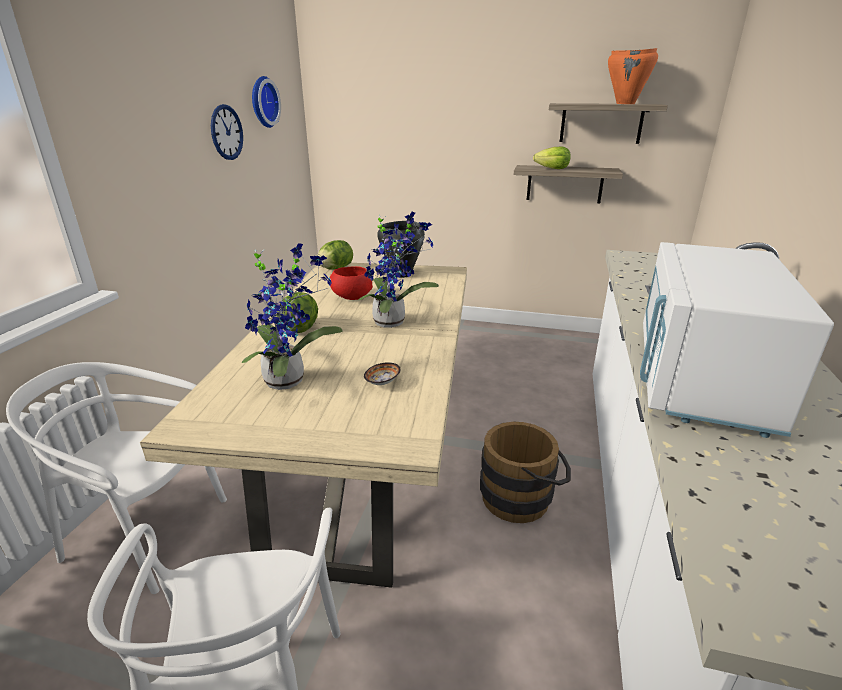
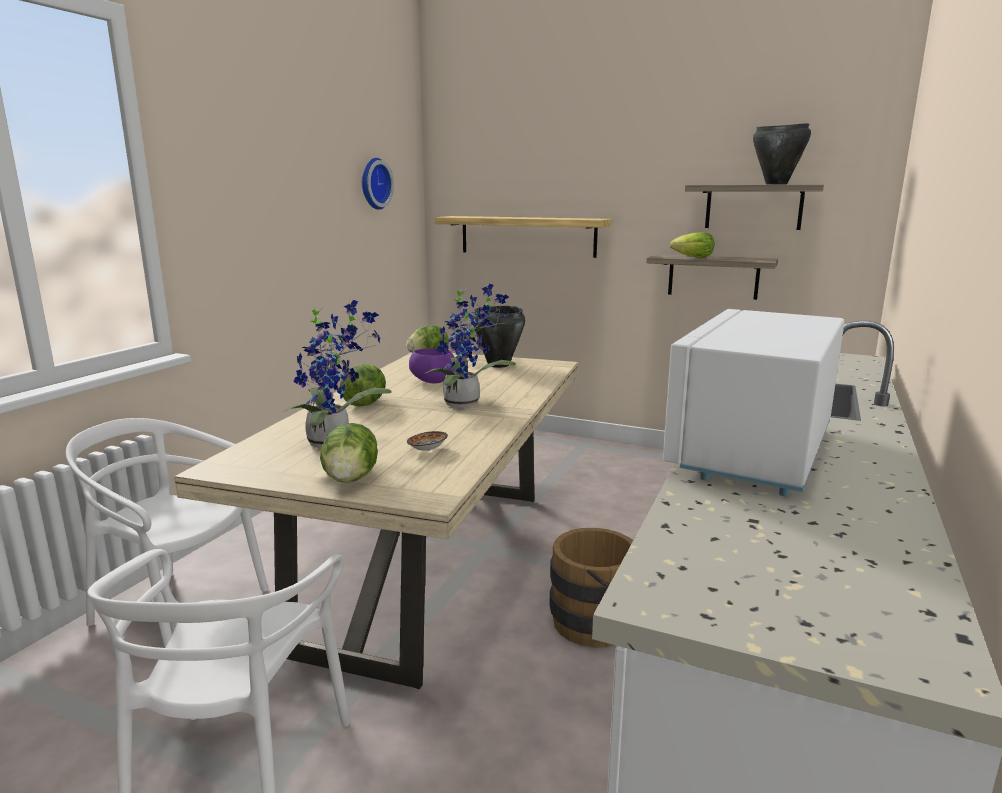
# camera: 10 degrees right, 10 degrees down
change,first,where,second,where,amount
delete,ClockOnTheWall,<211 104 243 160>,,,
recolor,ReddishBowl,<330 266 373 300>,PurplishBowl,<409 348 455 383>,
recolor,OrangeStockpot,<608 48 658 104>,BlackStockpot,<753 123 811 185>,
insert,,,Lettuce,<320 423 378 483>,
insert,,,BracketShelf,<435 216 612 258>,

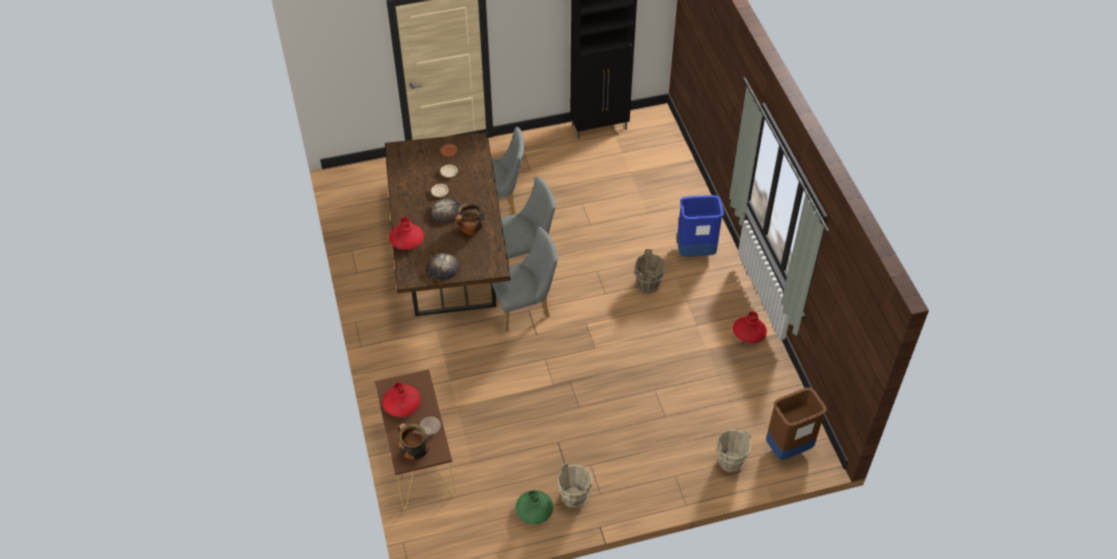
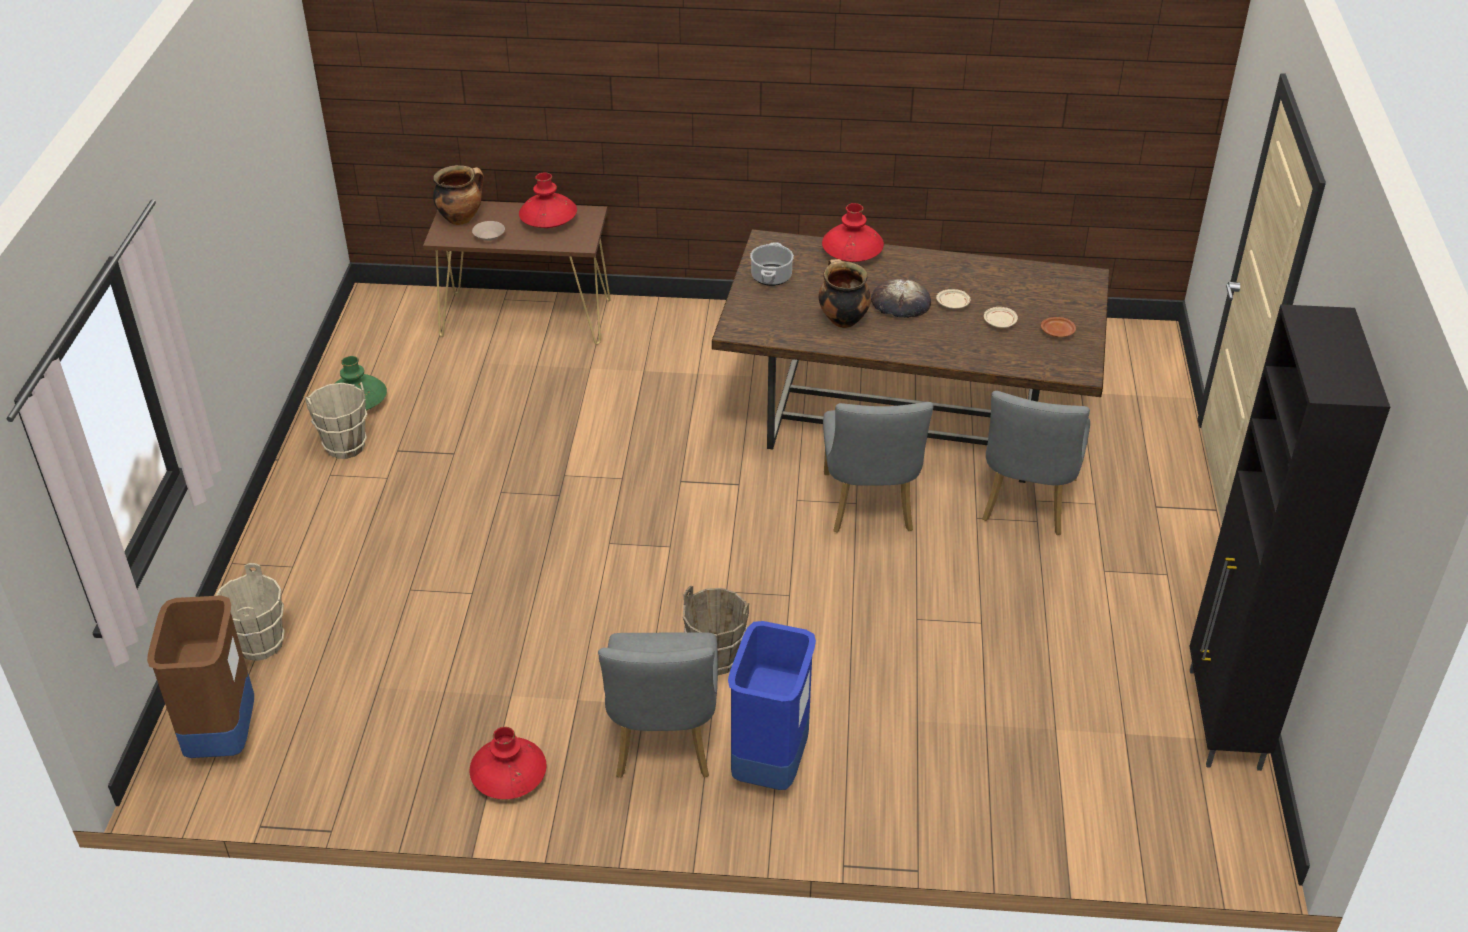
# camera: 110 degrees right, 10 degrees down
change,first,where,second,where,amount
replace,Bread,<426 253 459 280>,Stockpot,<750 242 794 286>,
move,GreyishUprightChair,<491 227 558 332>,,<598 632 718 778>,

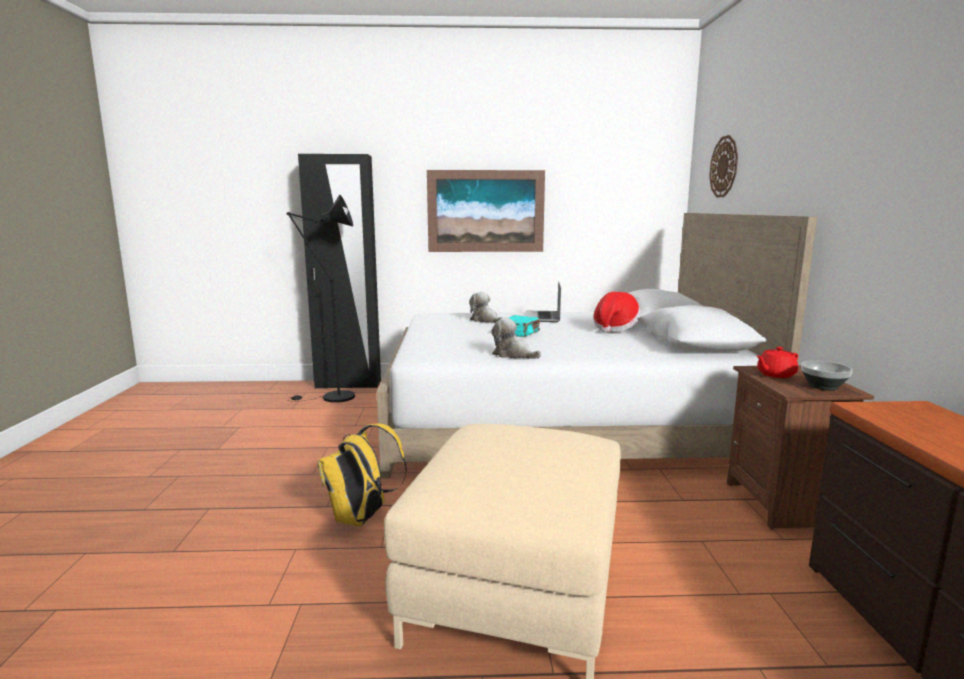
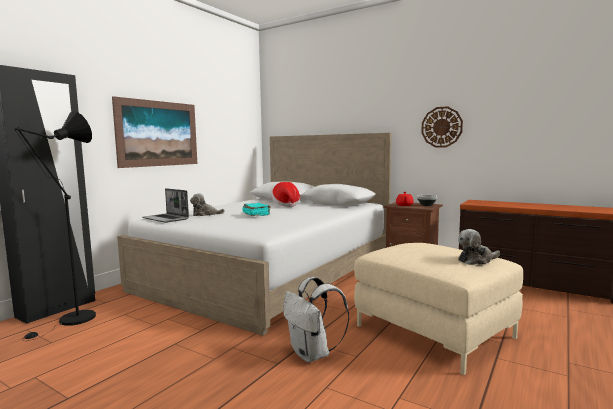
# camera: 55 degrees left, 5 degrees down
change,first,where,second,where,amount
recolor,YellowColouredBackpack,<317 423 407 527>,WhitishBackpack,<283 277 349 363>,
move,CuddlyToy,<491 318 541 359>,,<458 229 500 265>,
move,Laptop,<525 281 561 322>,,<142 188 189 223>,
move,ClockOnTheWall,<709 135 738 197>,,<421 106 463 148>,

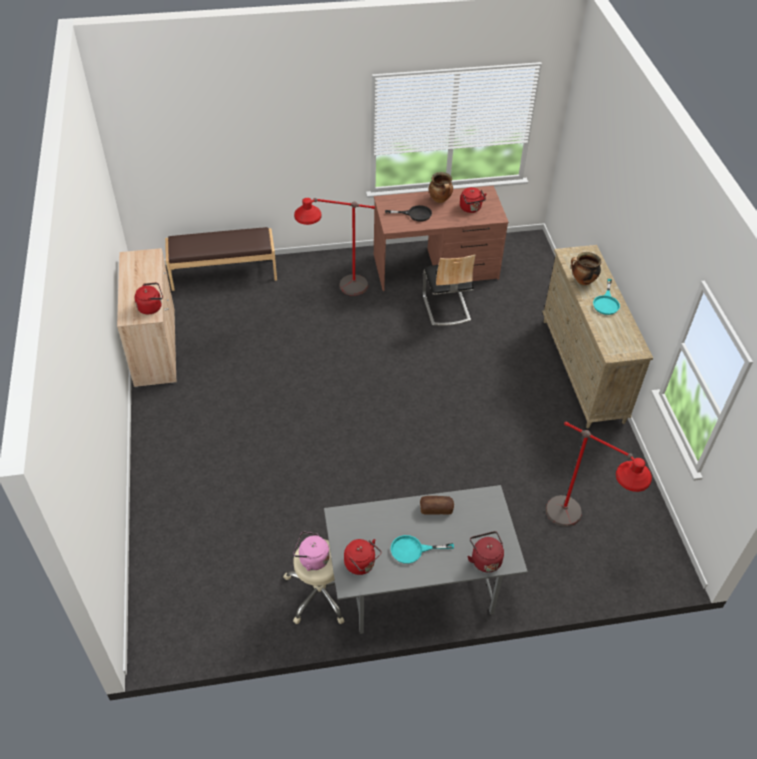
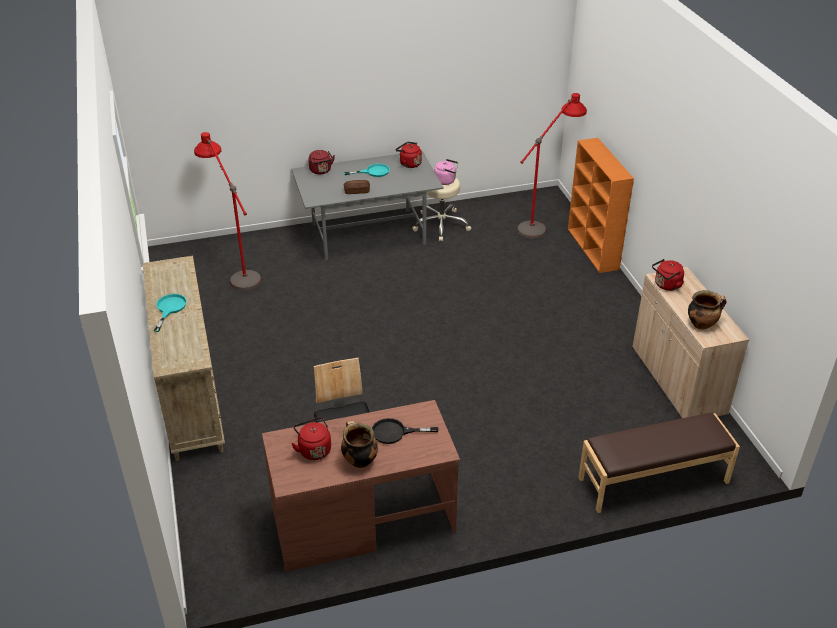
# camera: 175 degrees right, 10 degrees down
change,first,where,second,where,amount
move,ReddishStandingLamp,<294 198 375 296>,,<517 93 587 238>,
move,Stockpot,<571 252 601 285>,,<688 290 727 330>,
insert,,,OrangeBookcase,<568 138 634 273>,

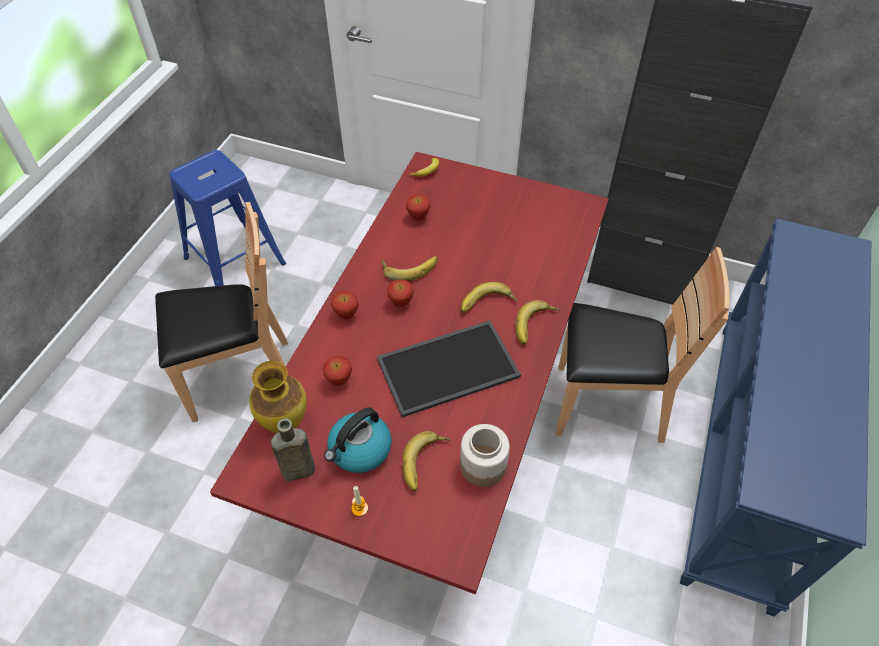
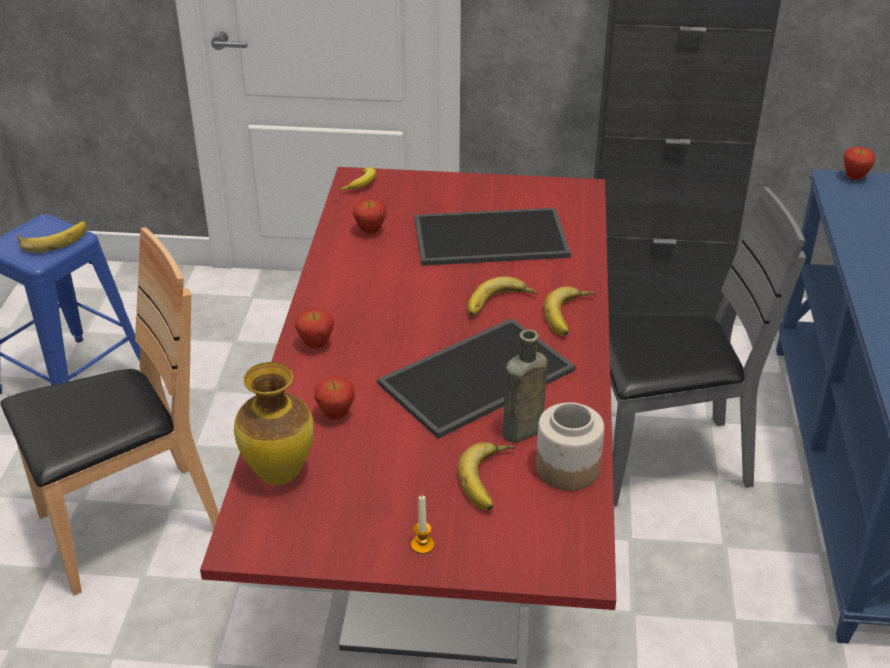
# camera: 15 degrees left, 15 degrees down
change,first,where,second,where,amount
move,BrownBottle,<271 418 315 481>,,<502 329 548 443>,
delete,WaterKettle,<324 408 392 473>,,,
move,Banana,<382 256 437 281>,,<17 221 87 253>,
move,AppleFruit,<387 280 414 307>,,<844 147 875 180>,
recolor,BrownUprightChair,<556 247 729 443>,GreyishUprightChair,<609 187 806 506>,
insert,,,ServingTray,<414 208 571 266>,

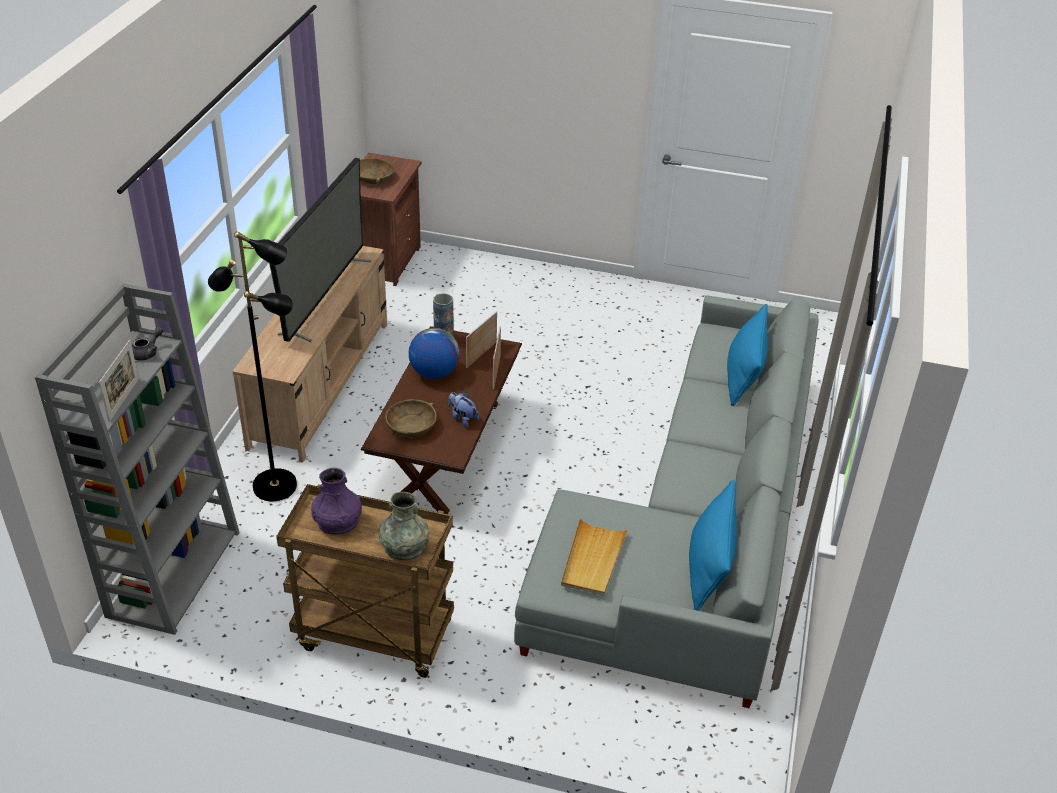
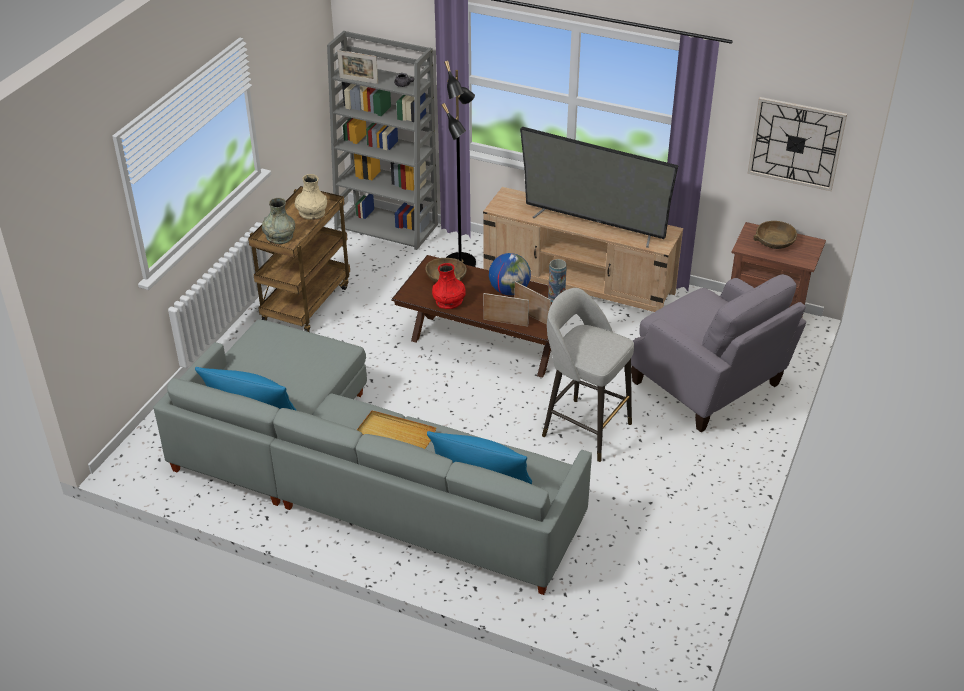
# camera: 100 degrees right, 0 degrees up
change,first,where,second,where,amount
recolor,PurplishDecorativeVase,<311 468 362 535>,BeigeDecorativeVase,<295 174 327 220>,
replace,CuddlyToy,<449 392 479 428>,ReddishDecorativeVase,<432 263 466 309>,
move,BeigeServingTray,<561 518 628 596>,,<357 410 436 449>,
insert,,,GreyishSittingStool,<542 288 634 462>,
insert,,,GreyishLoungeChair,<631 274 806 432>,
insert,,,ClockOnTheWall,<747 97 847 191>,

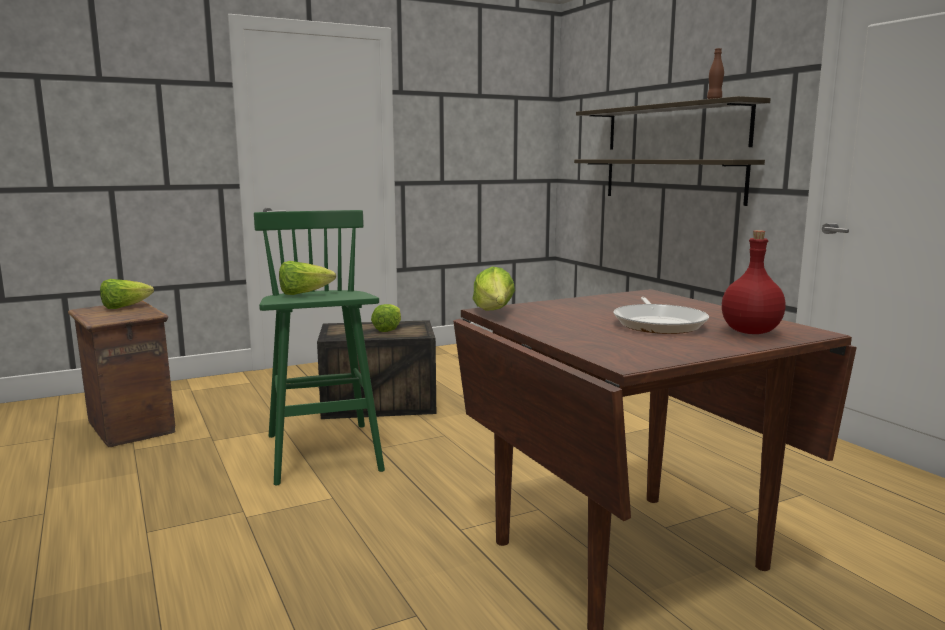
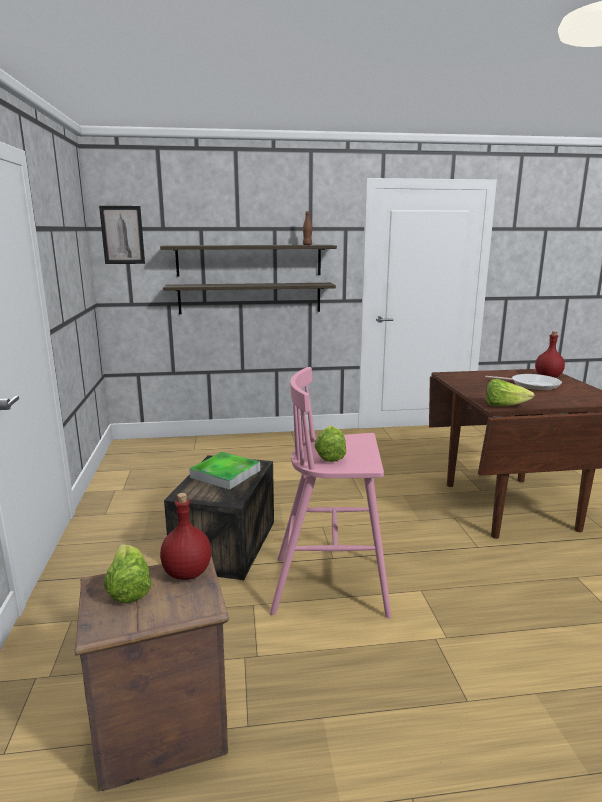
# camera: 70 degrees left, 5 degrees up
change,first,where,second,where,amount
recolor,GreenColouredSittingStool,<254 210 385 485>,PinkSittingStool,<270 367 391 618>,
replace,Lettuce,<371 304 401 332>,ServingTray,<189 452 260 490>,
insert,,,Picture,<99 206 145 264>,
insert,,,ReddishBottle,<160 493 211 580>,

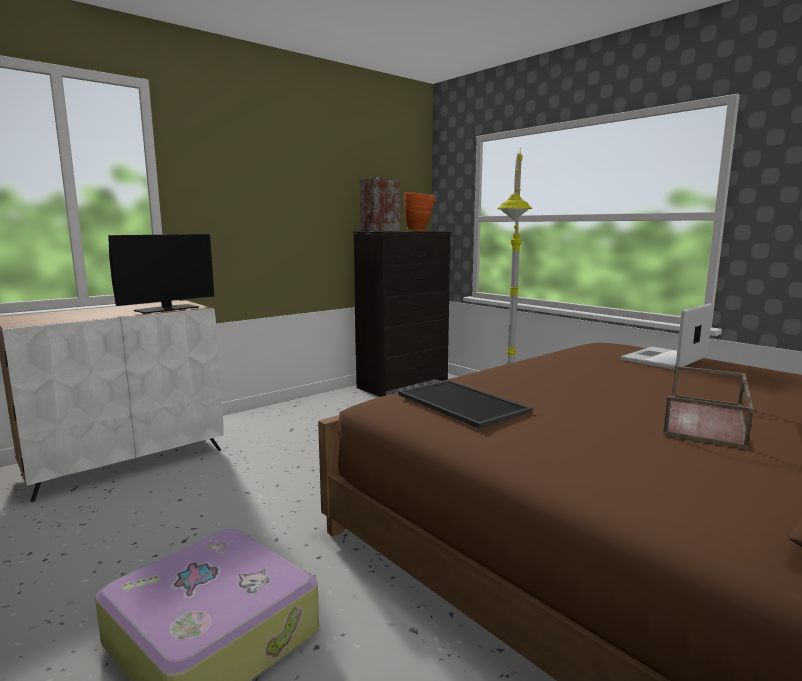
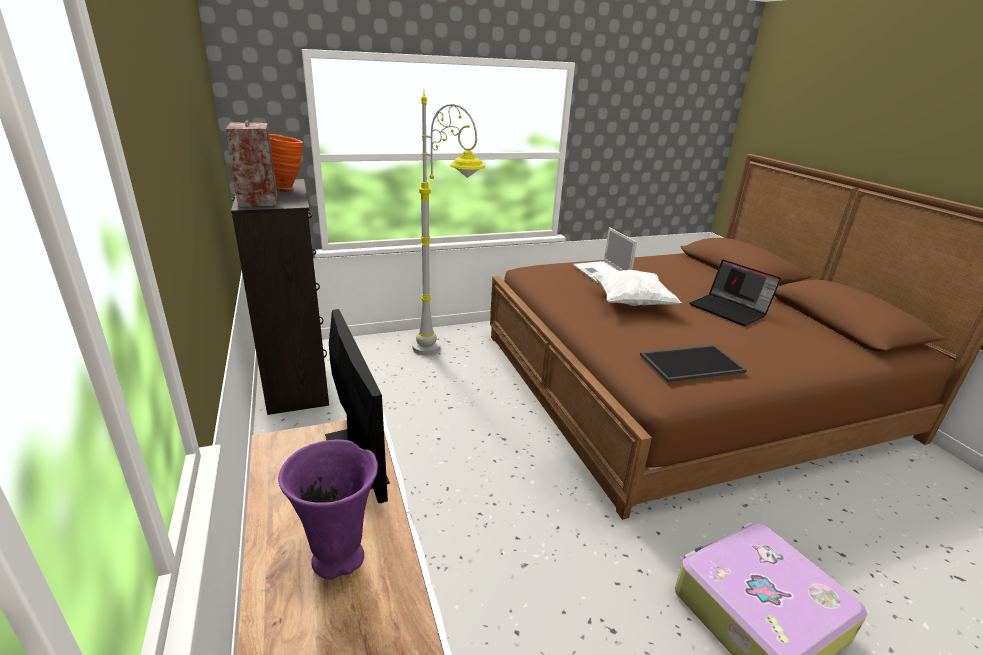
# camera: 70 degrees left, 15 degrees up
change,first,where,second,where,amount
replace,BrownServingTray,<663 366 753 450>,Laptop,<690 260 781 326>,
insert,,,PurplishDecorativeVase,<278 440 378 580>,
insert,,,WhitishThrowPillow,<591 270 682 306>,

